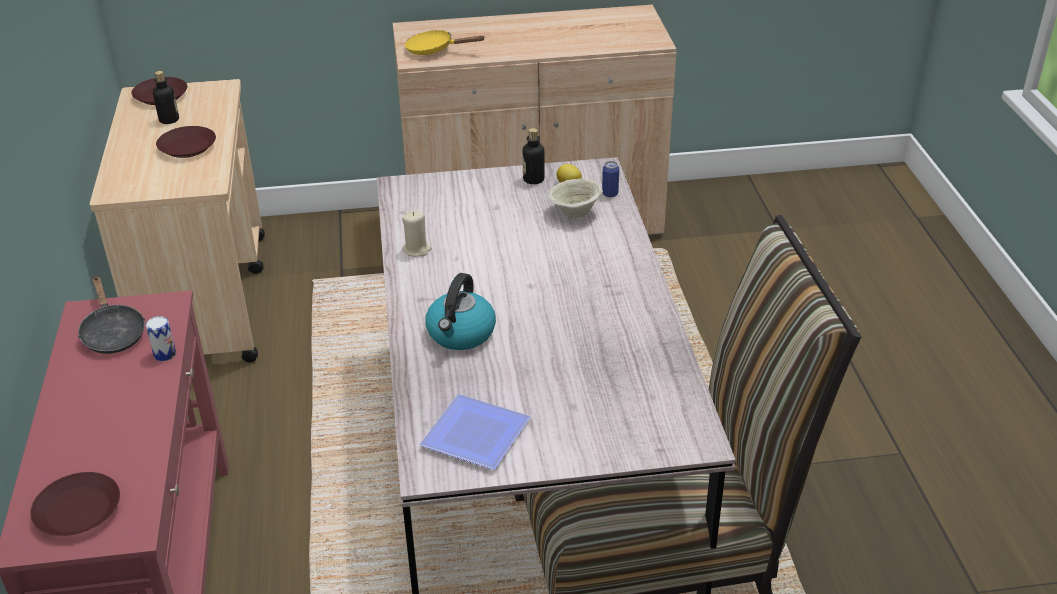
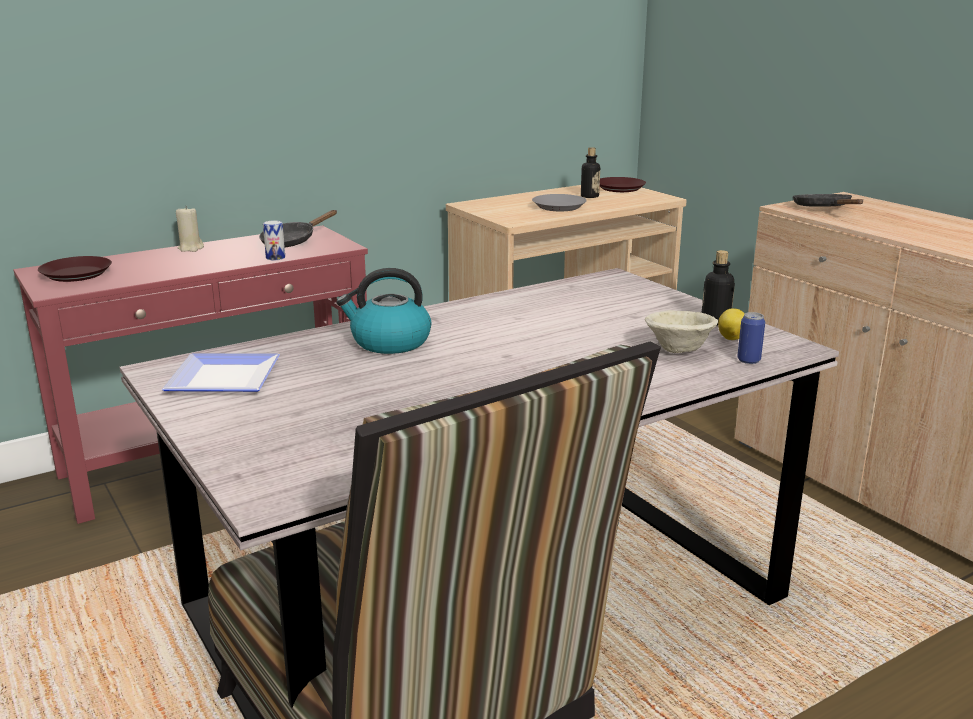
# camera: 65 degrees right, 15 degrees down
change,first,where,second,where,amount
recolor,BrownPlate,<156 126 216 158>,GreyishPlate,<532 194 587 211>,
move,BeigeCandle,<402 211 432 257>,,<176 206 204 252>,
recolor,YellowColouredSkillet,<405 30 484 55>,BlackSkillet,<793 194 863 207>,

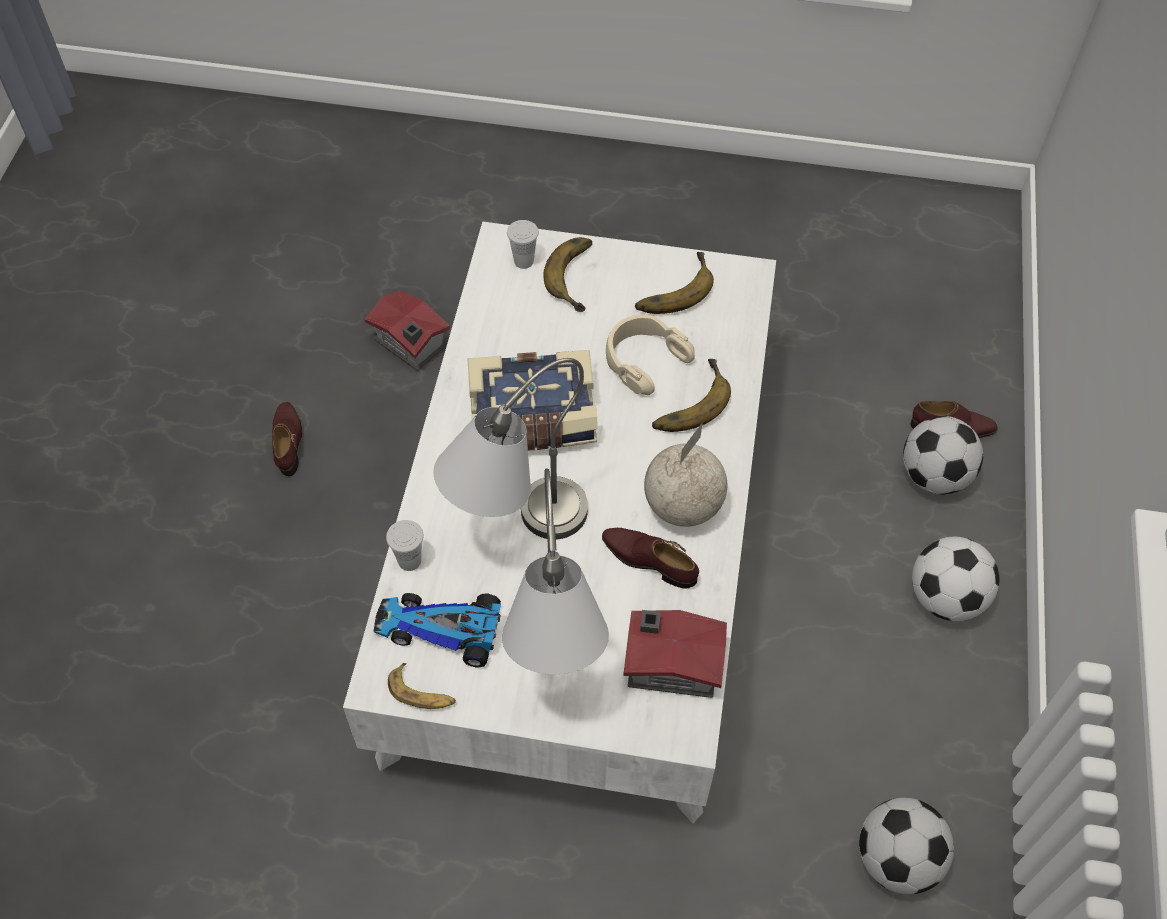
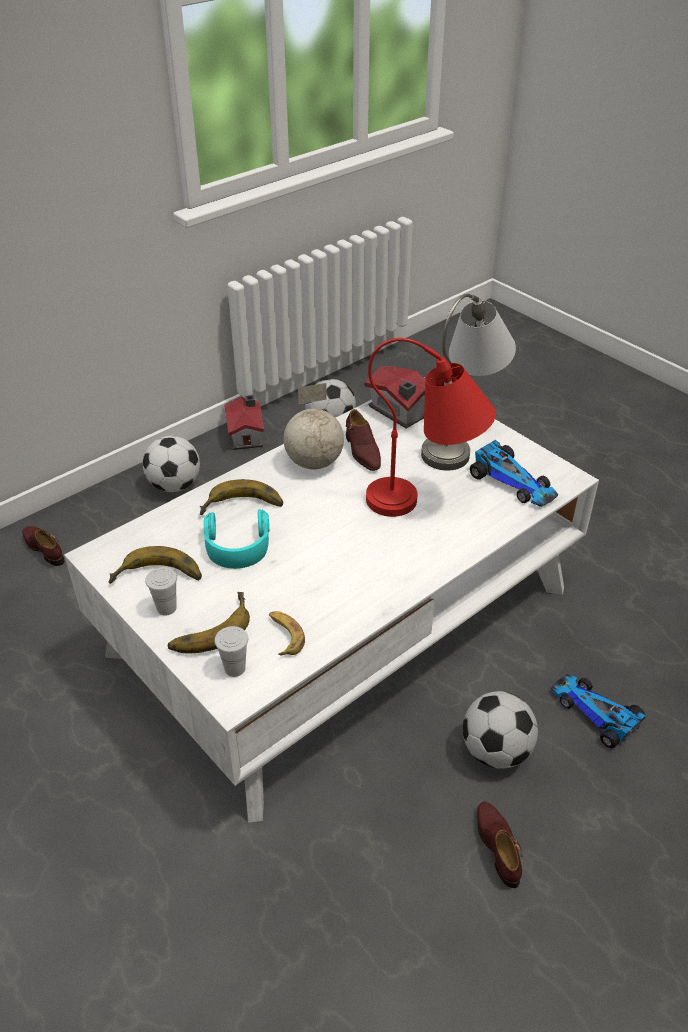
# camera: 140 degrees left, 15 degrees down
change,first,where,second,where,amount
rotate,BrownItemOfFootwear,<272 402 303 476>,,<477 802 523 888>,135 degrees clockwise
move,ToyHouse,<365 290 450 371>,,<224 395 264 450>,
move,WhitishCup,<386 520 424 571>,,<145 567 177 615>,
move,Banana,<388 663 456 709>,,<269 611 305 656>,
recolor,GreyishTabletopLamp,<433 358 588 539>,ReddishTabletopLamp,<366 338 496 517>,
delete,Book,<467 350 598 450>,,,
recolor,BeigeHeadset,<606 315 695 395>,TurquoiseHeadset,<204 509 269 569>,
move,Football,<903 416 983 494>,,<463 691 538 769>,
insert,,,MiniatureCar,<551 674 646 749>,

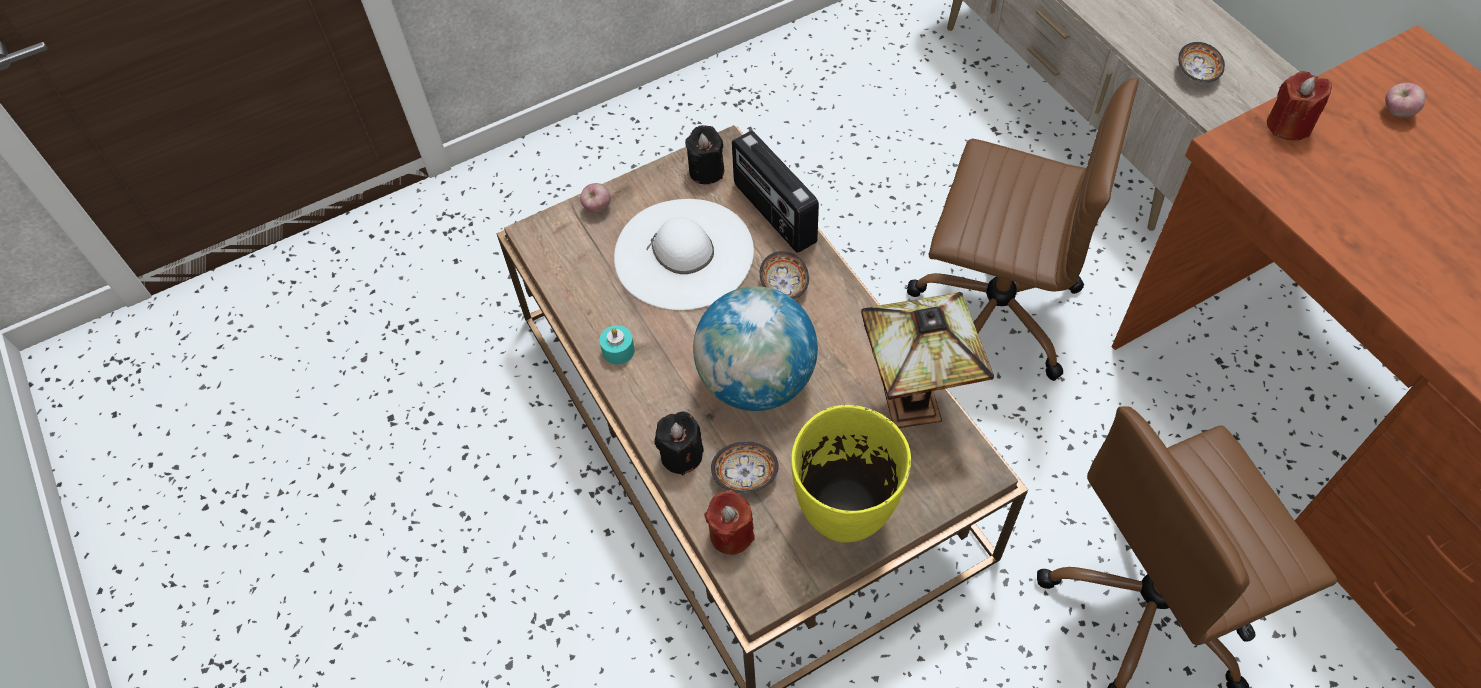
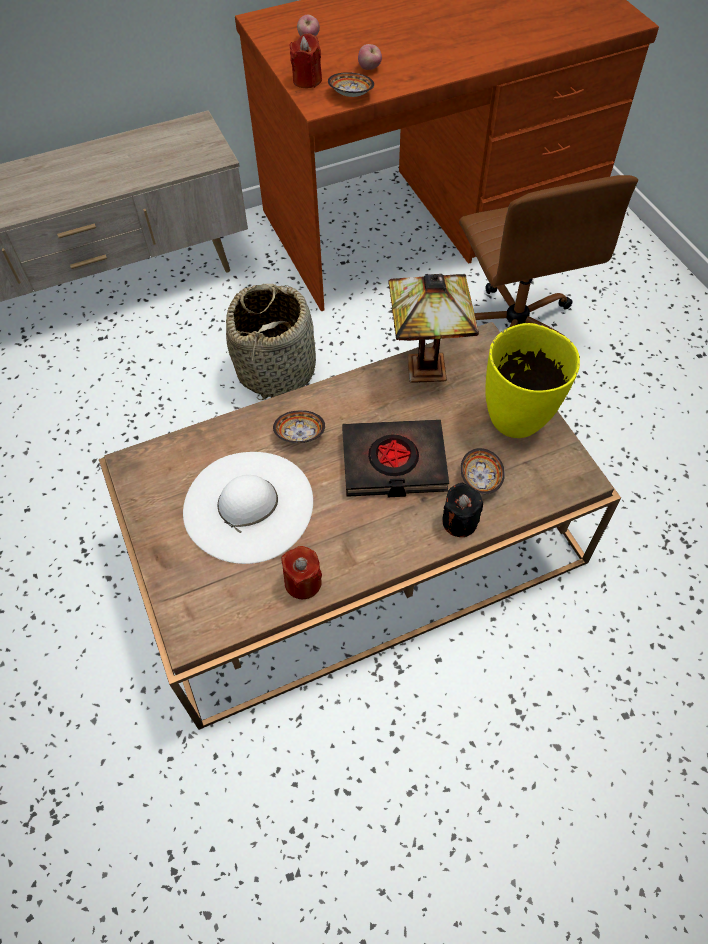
# camera: 85 degrees left, 0 degrees up
change,first,where,second,where,amount
move,AppleFruit,<580 183 611 213>,,<358 44 382 70>,
delete,TurquoiseCandle,<599 325 635 364>,,,
delete,BlackCandle,<685 125 724 184>,,,
replace,DeskGlobe,<693 286 818 411>,BlackBook,<342 420 449 497>,
move,ReddishCandle,<705 490 755 555>,,<281 546 322 599>,
delete,RadioSet,<732 131 819 253>,,,
replace,BrownOfficeChair,<907 78 1139 381>,Basket,<226 284 316 400>,
move,Bowl,<1178 42 1225 82>,,<328 72 374 97>,

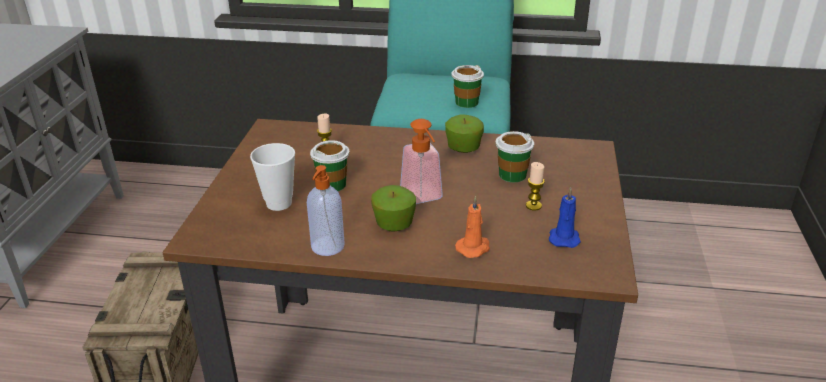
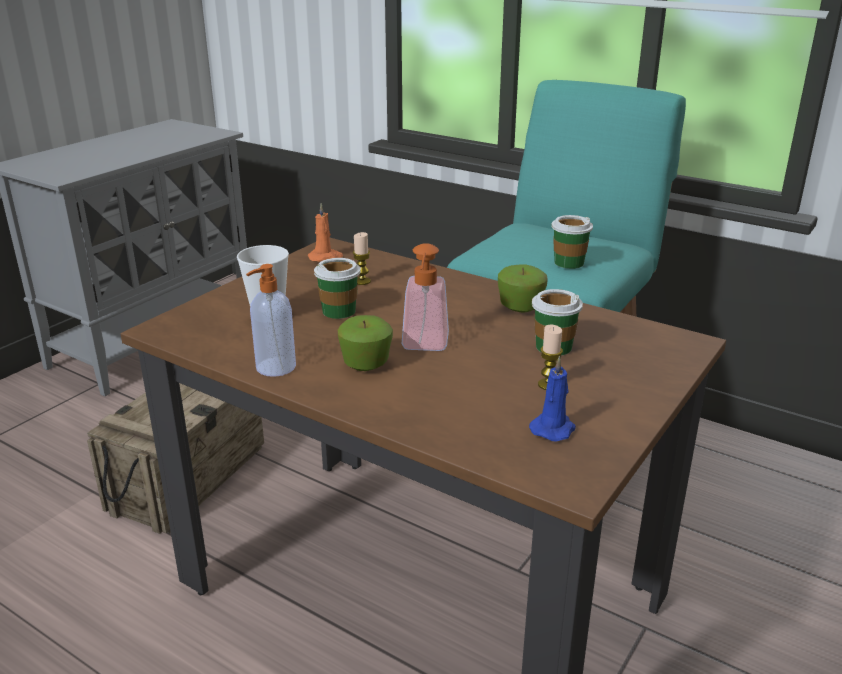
# camera: 25 degrees right, 5 degrees down
change,first,where,second,where,amount
move,OrangeCandle,<455 196 490 258>,,<308 203 343 262>,

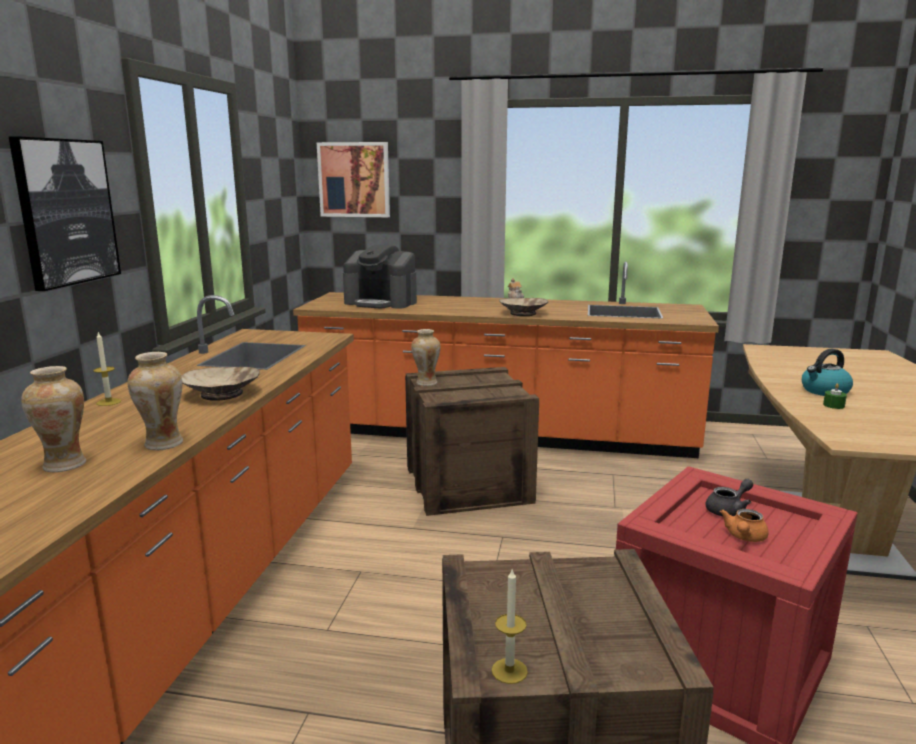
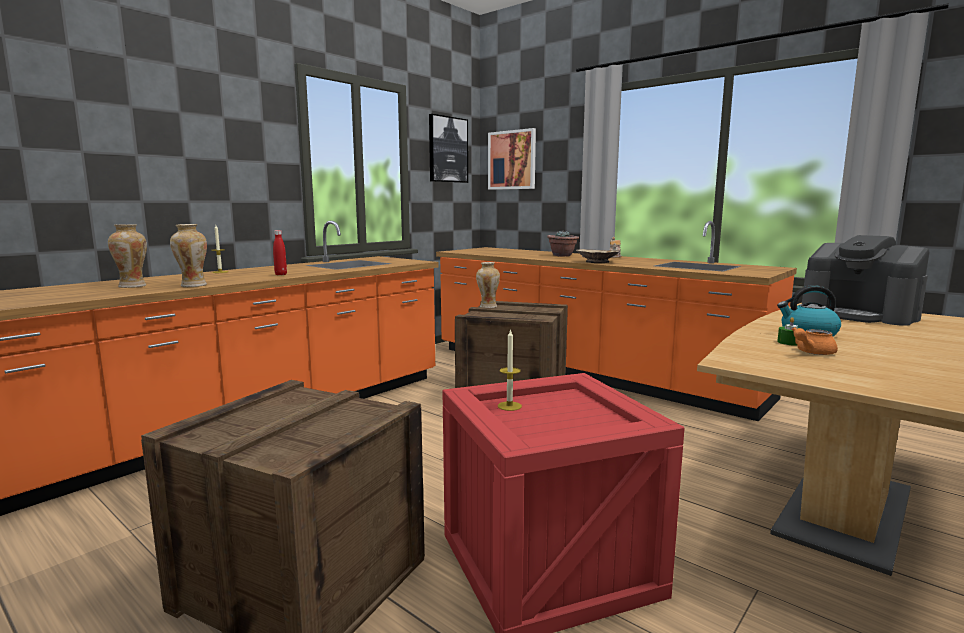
# camera: 30 degrees right, 5 degrees down
change,first,where,second,where,amount
move,Picture,<8 136 121 291>,,<429 114 468 183>,
replace,BeigeBowl,<181 367 260 401>,ReddishBottle,<273 230 287 275>,
move,CoffeeMachine,<343 245 417 309>,,<802 235 930 326>,
move,Candle,<492 569 528 684>,,<498 329 522 411>,
delete,GreyishTeaPot,<705 479 753 516>,,,
move,OrangeTeaPot,<720 509 769 542>,,<791 327 838 355>,
insert,,,PlantInAPot,<547 230 579 257>,

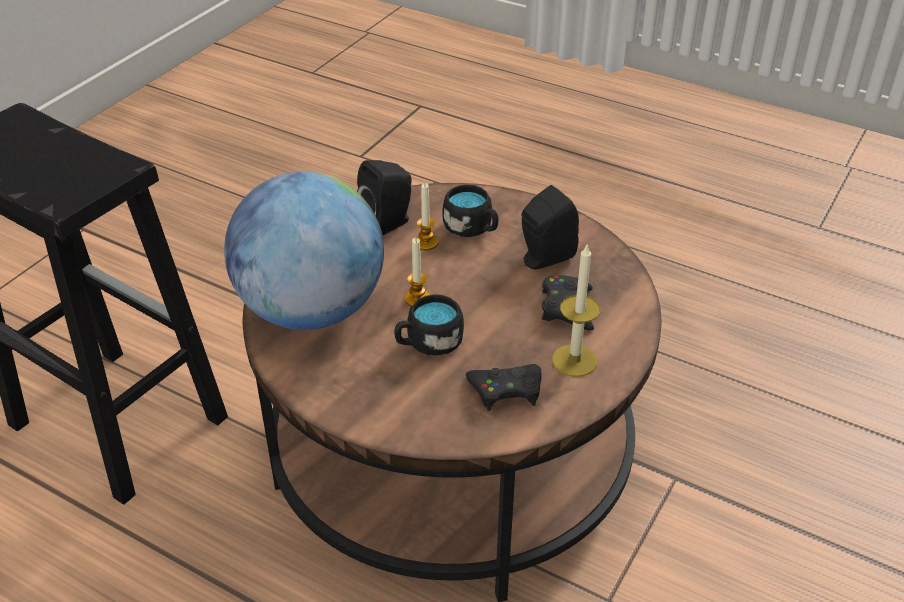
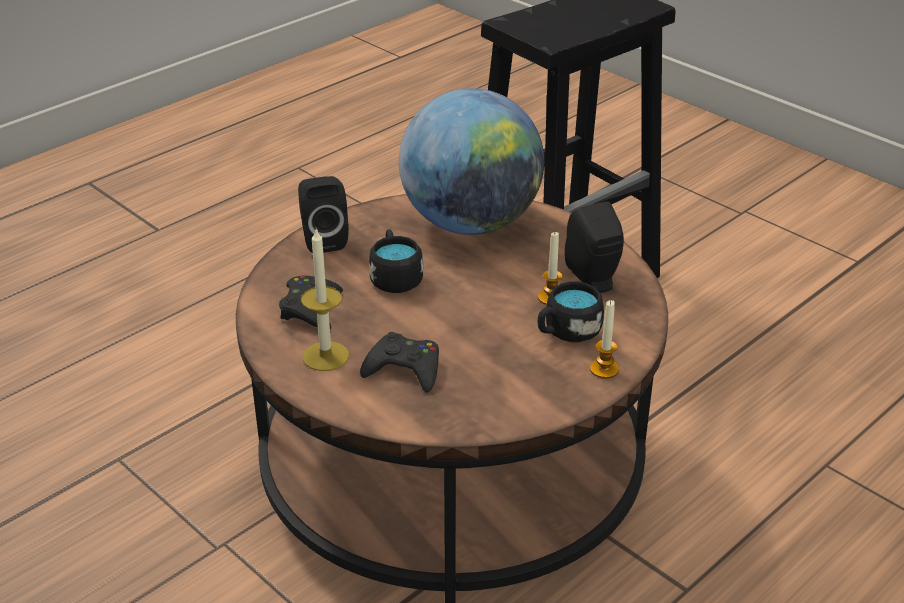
# camera: 105 degrees right, 5 degrees down
change,first,where,second,where,amount
move,Candle,<405 238 429 307>,,<590 300 619 379>,
move,BlackAudioSpeaker,<522 185 579 269>,,<298 176 349 253>,

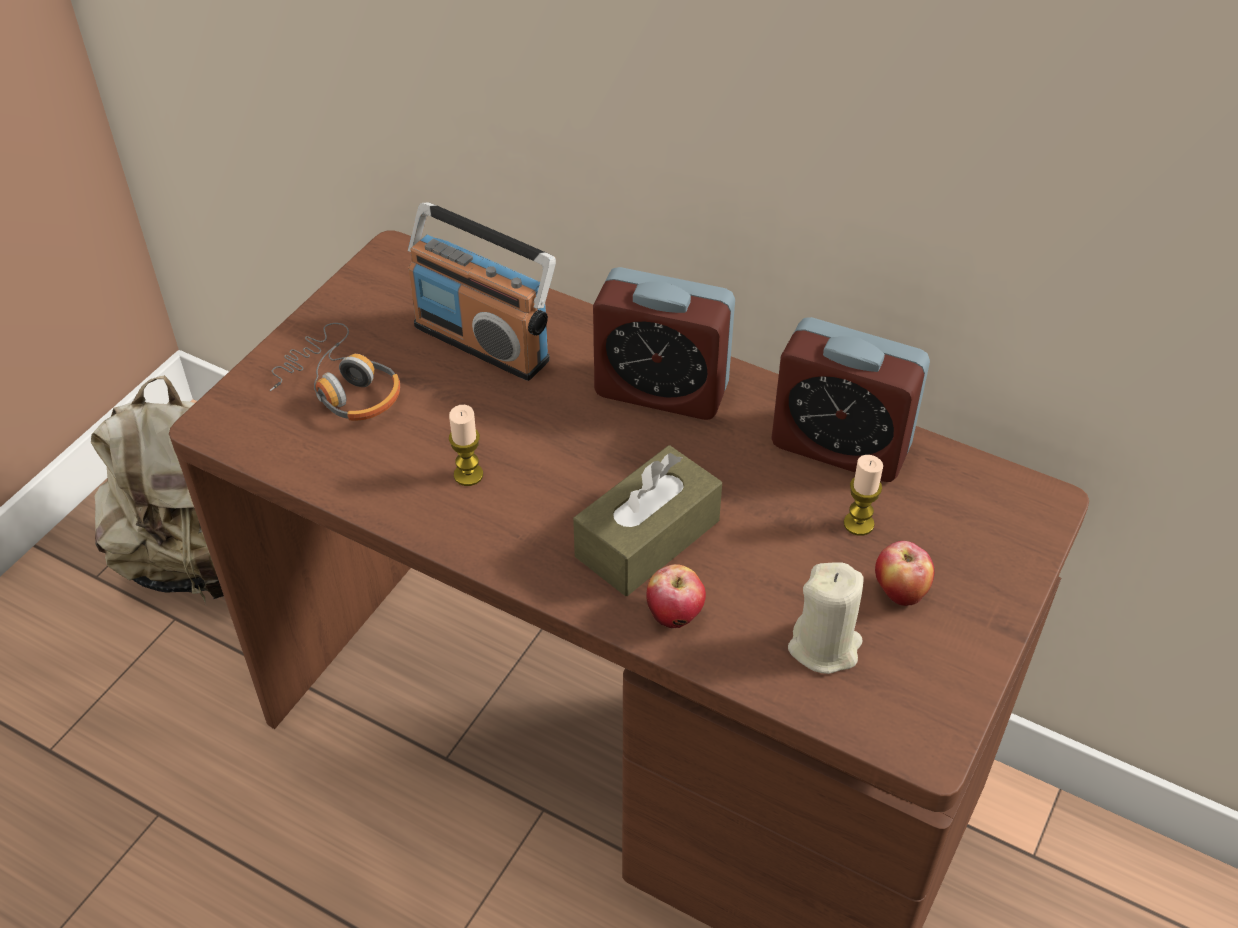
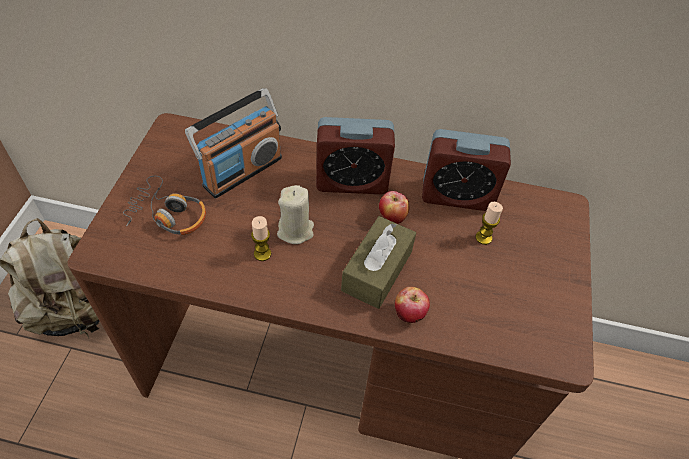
# camera: 20 degrees left, 5 degrees up
change,first,where,second,where,amount
rotate,RadioSet,<408 202 556 381>,,<185 88 282 198>,60 degrees counterclockwise
move,BeigeCandle,<788 562 864 674>,,<277 185 314 244>,
move,AppleFruit,<875 541 934 606>,,<379 191 409 224>,

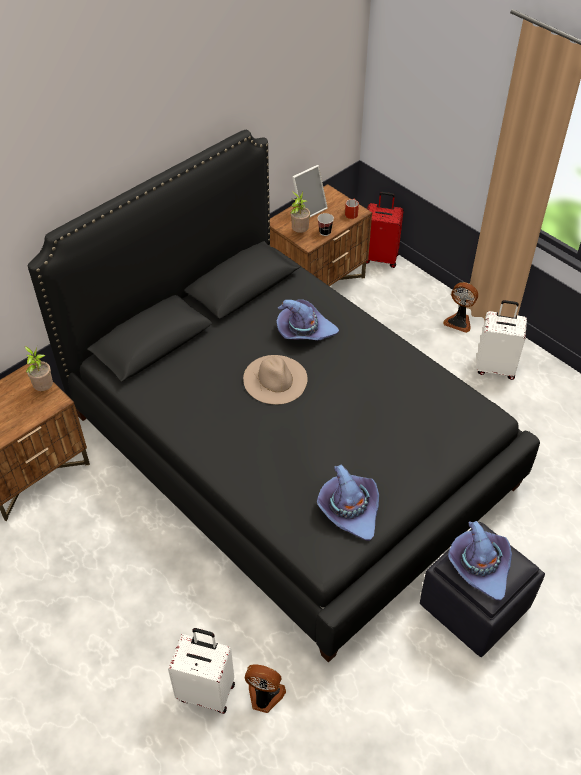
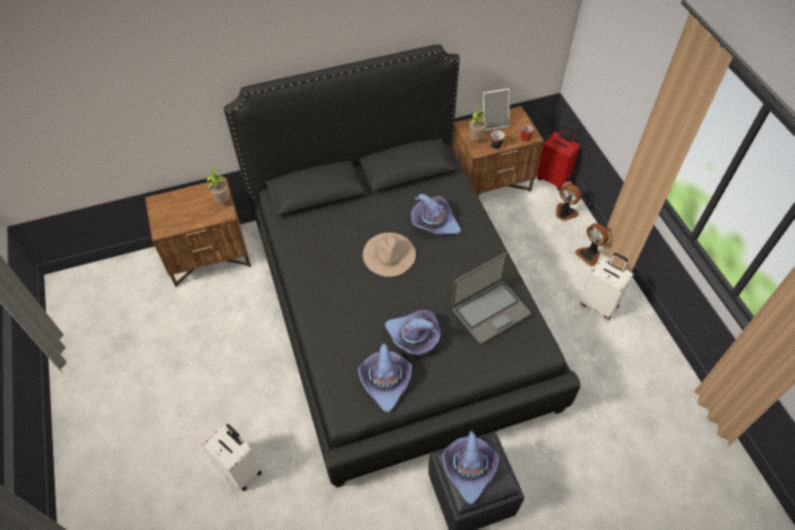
# camera: 25 degrees right, 5 degrees up
change,first,where,second,where,amount
move,CoolingFan,<245 664 286 713>,,<556 183 582 221>,
insert,,,PurplishWearableHat,<385 310 441 355>,
insert,,,Laptop,<452 252 531 344>,

